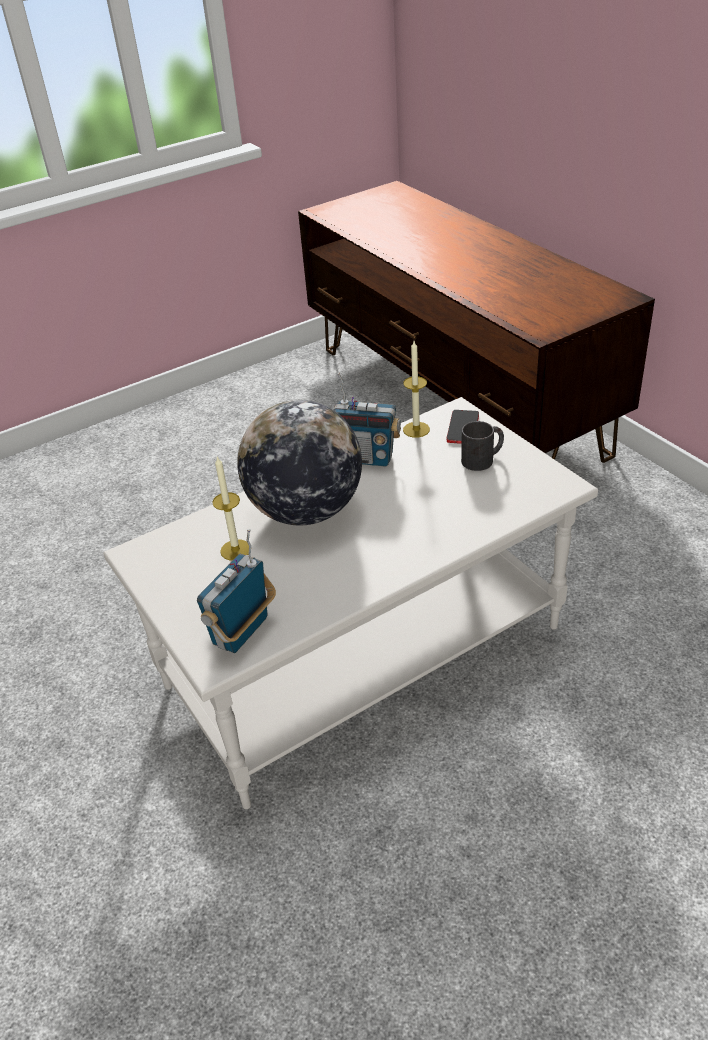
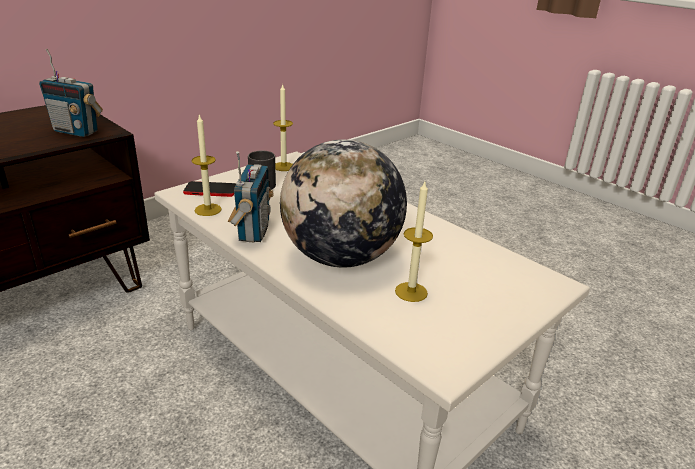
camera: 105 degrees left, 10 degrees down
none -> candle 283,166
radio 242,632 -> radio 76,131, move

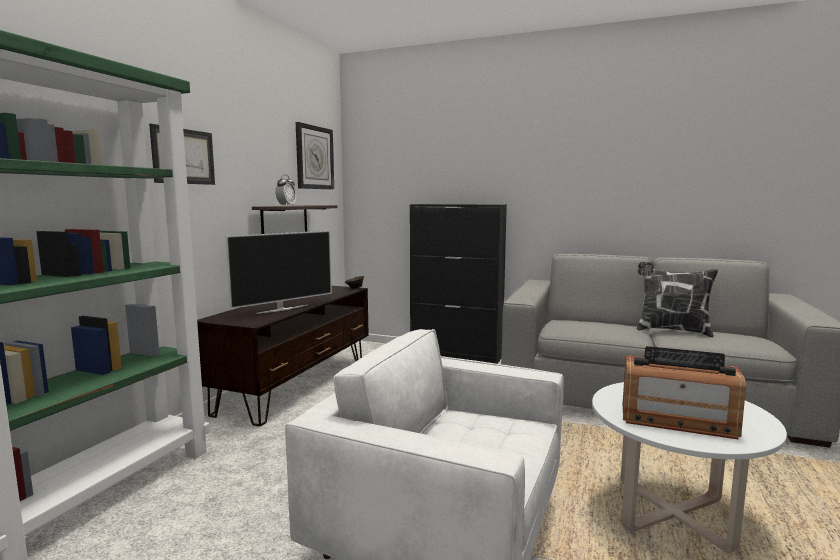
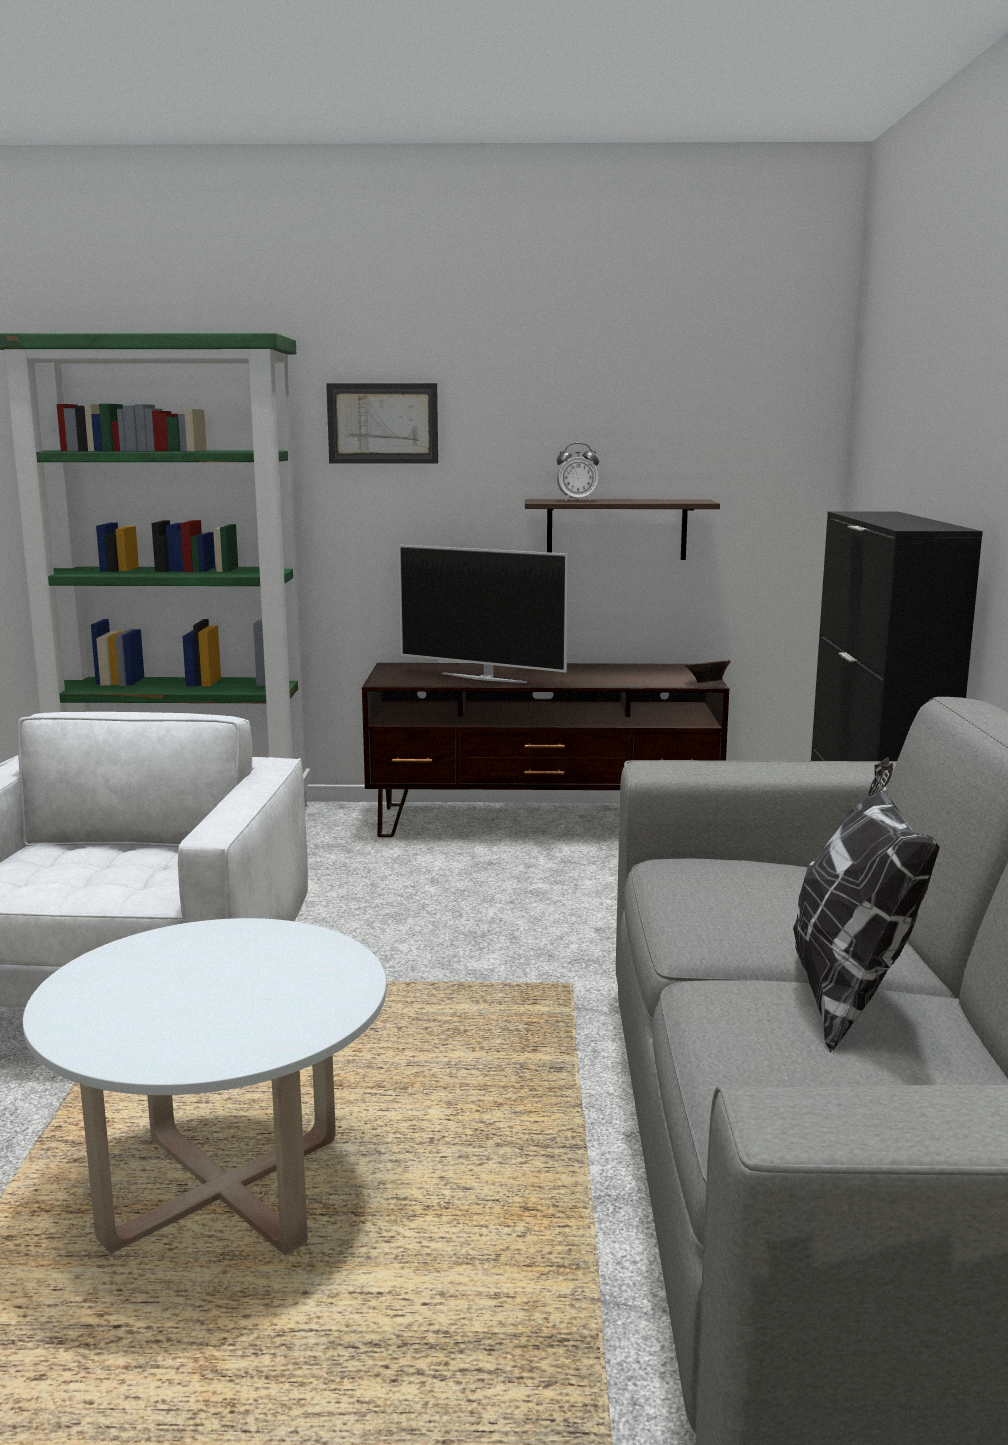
camera: 70 degrees right, 5 degrees up
wall clock 314,157 -> none
radio 677,420 -> none

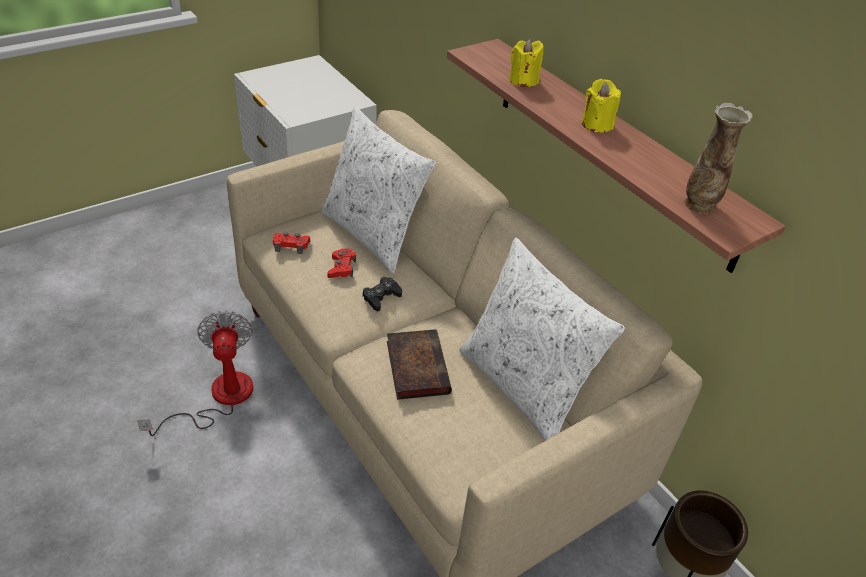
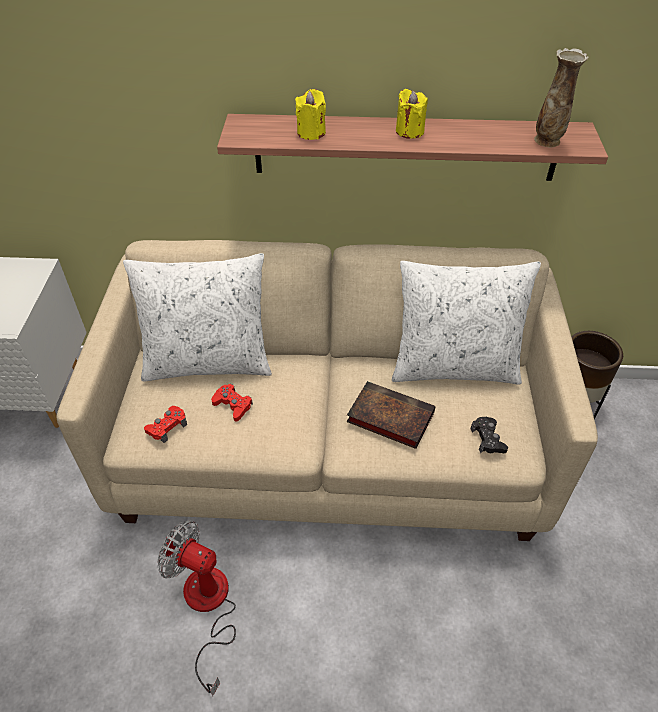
camera: 50 degrees left, 5 degrees up
black game controller 381,297 -> black game controller 488,439, move

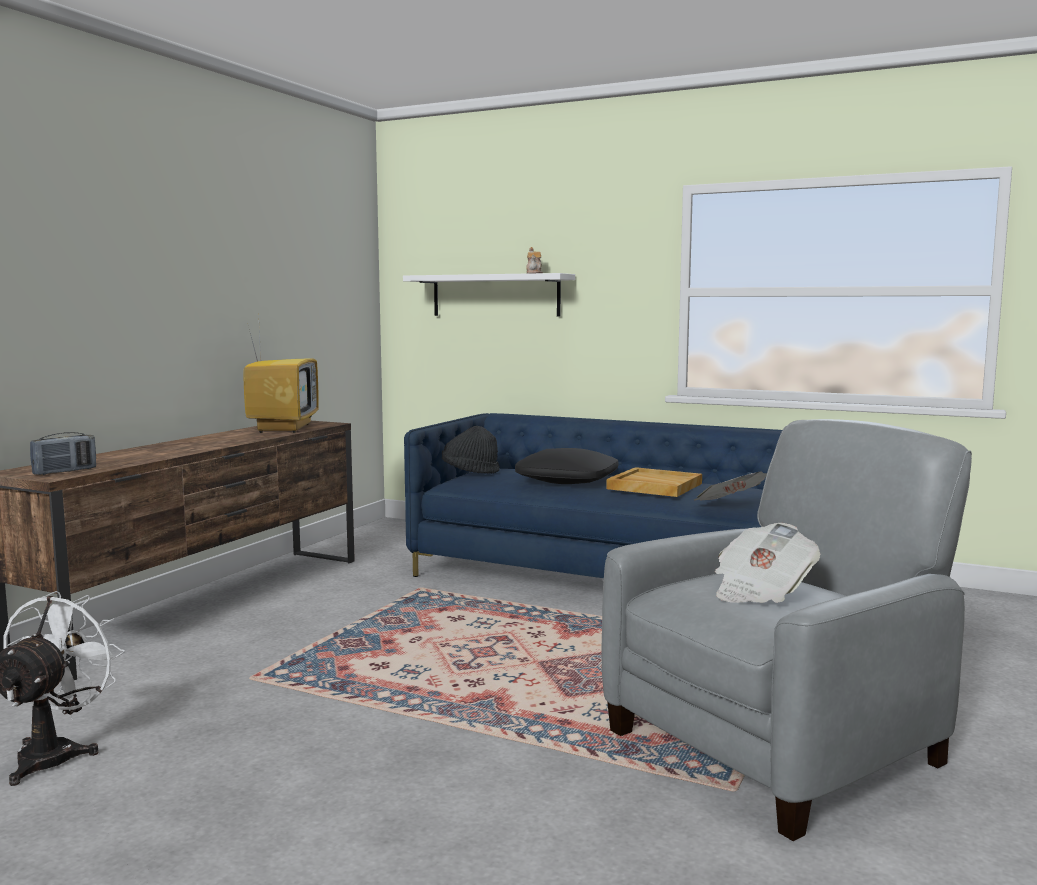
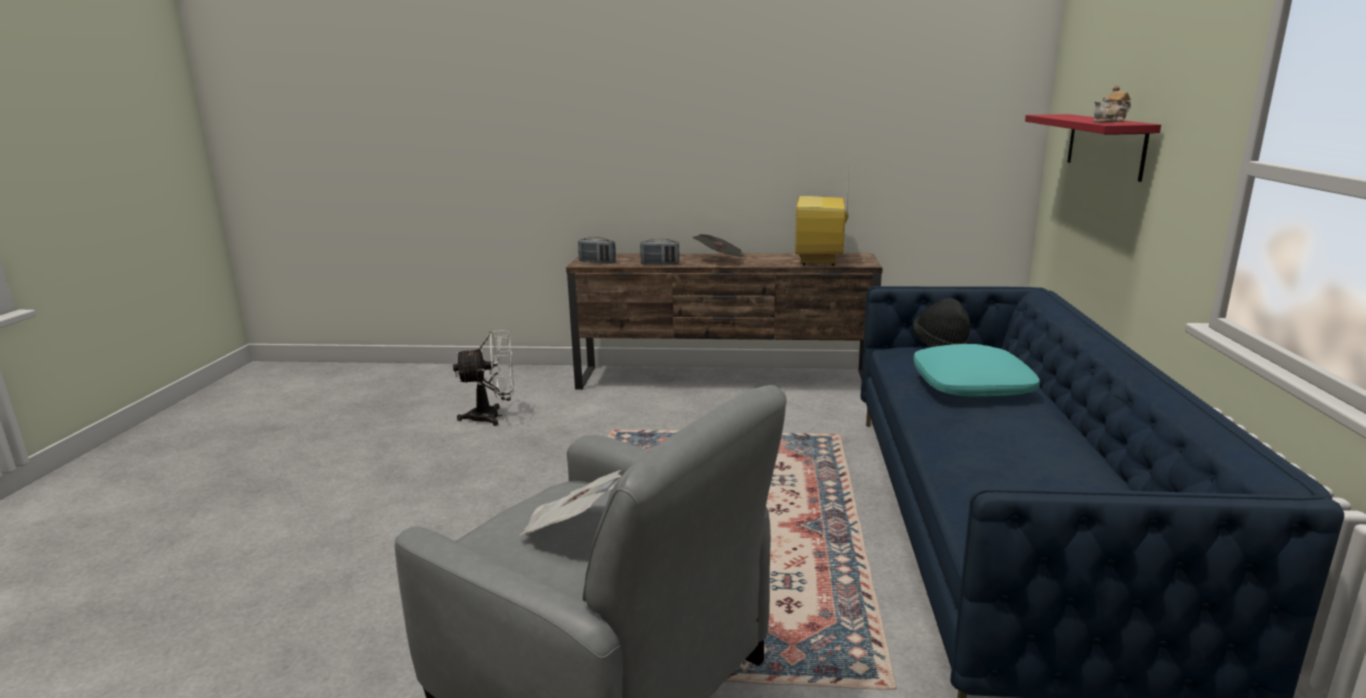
camera: 70 degrees right, 10 degrees up
beige tray 653,486 -> none
none -> radio 660,264
newspaper 729,506 -> newspaper 721,260, move
white shelf 495,295 -> red shelf 1105,145
black pillow 567,479 -> turquoise pillow 972,386
television 283,428 -> television 820,260, 120 degrees clockwise

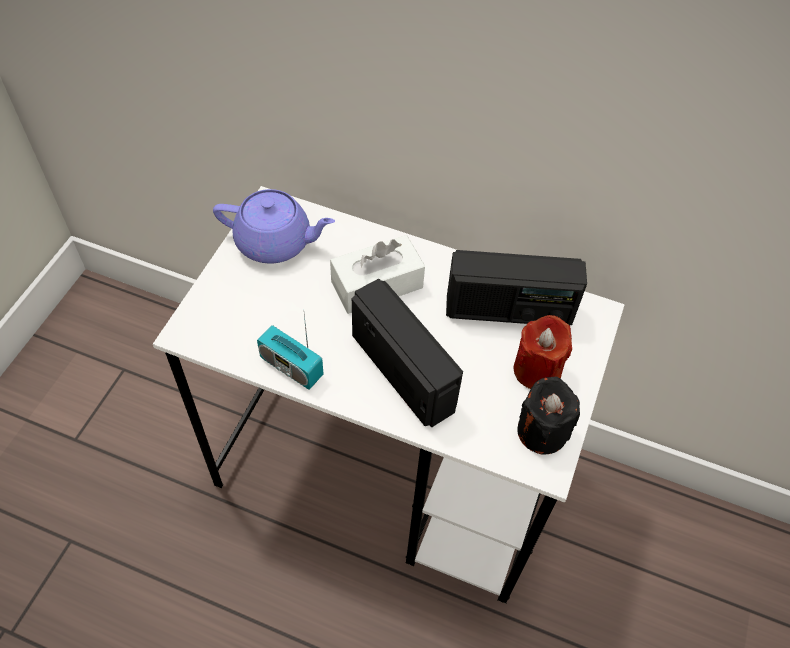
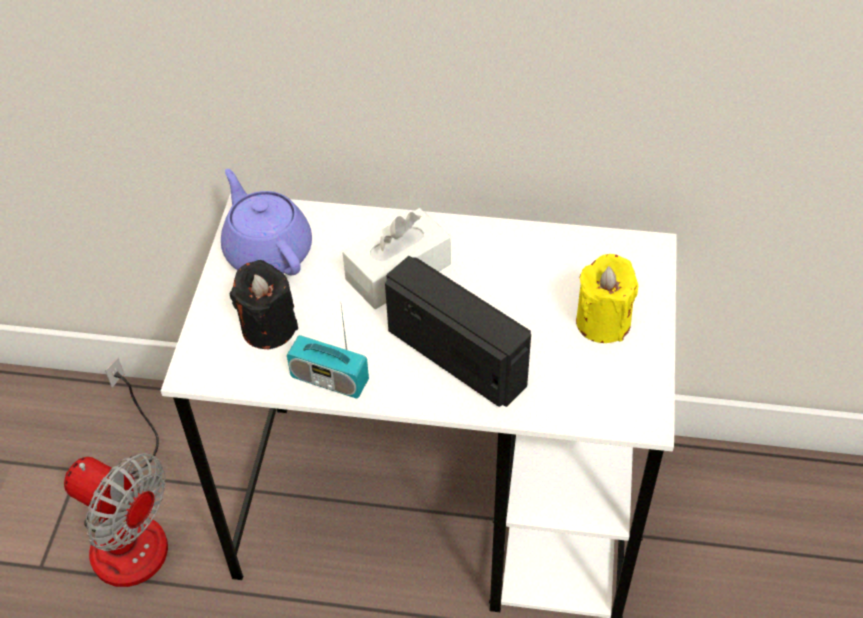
camera: 10 degrees left, 5 degrees down
radio 508,310 -> none
none -> fan 130,524
black candle 542,431 -> black candle 268,328, move
red candle 537,370 -> yellow candle 603,322
purple teapot 275,242 -> purple teapot 267,251, 120 degrees counterclockwise

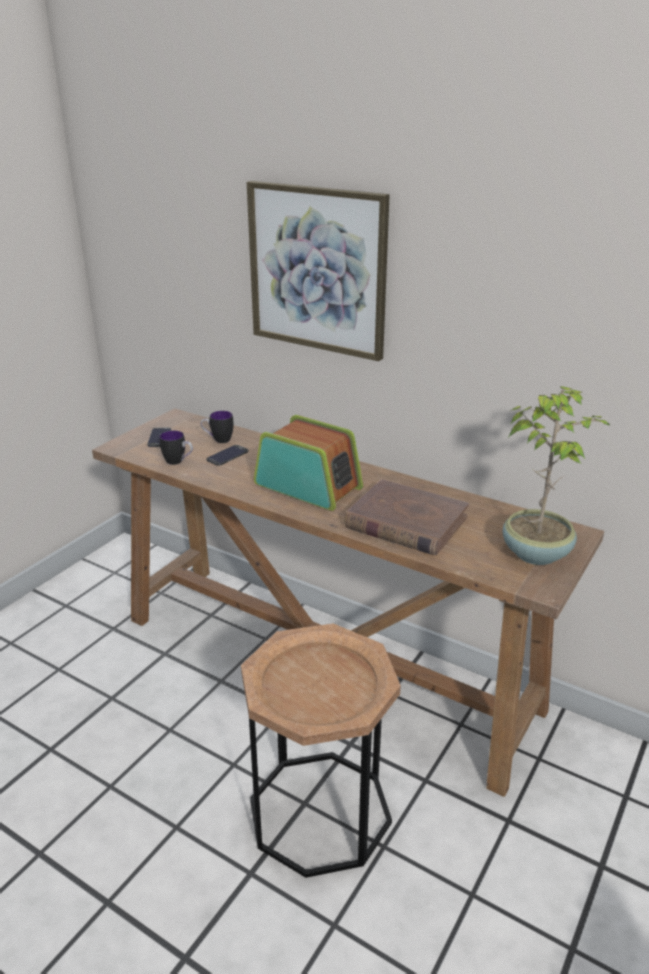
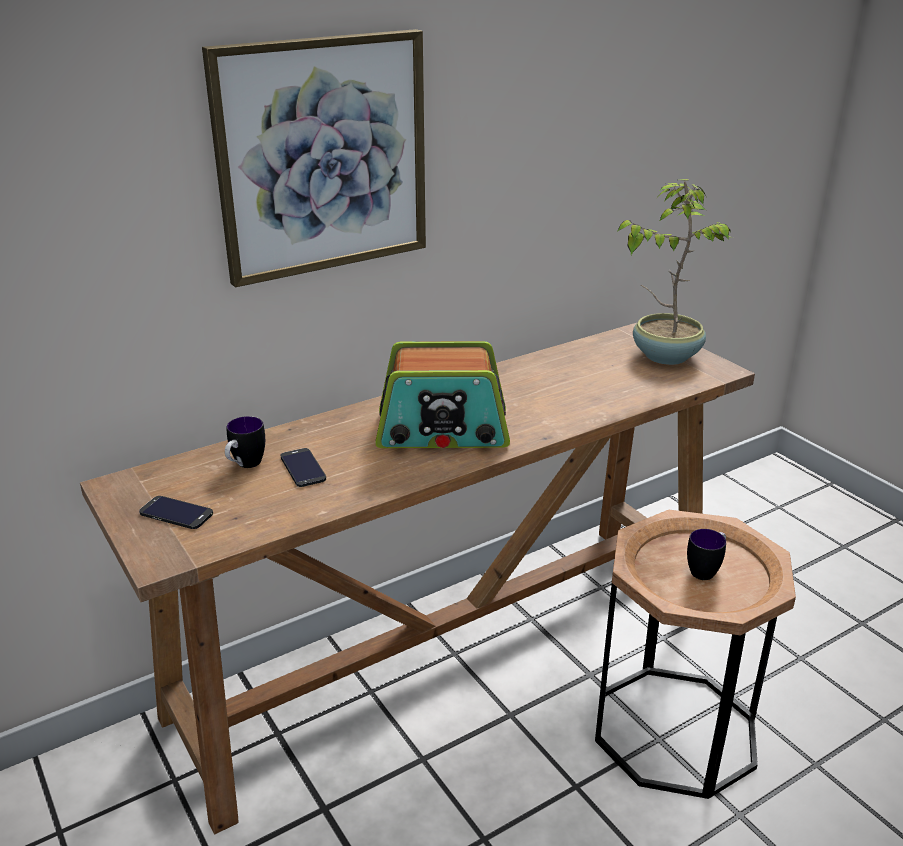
camera: 65 degrees left, 0 degrees up
brown book 405,522 -> none
mug 178,462 -> mug 706,570, move
radio 308,486 -> radio 442,431, 150 degrees counterclockwise

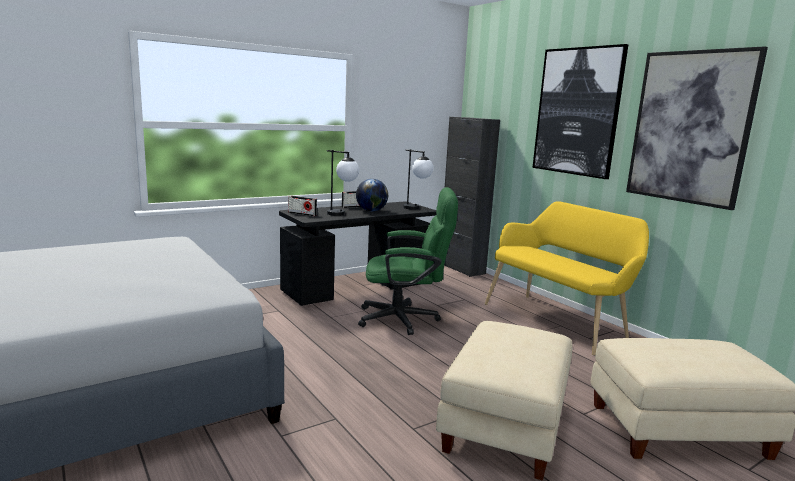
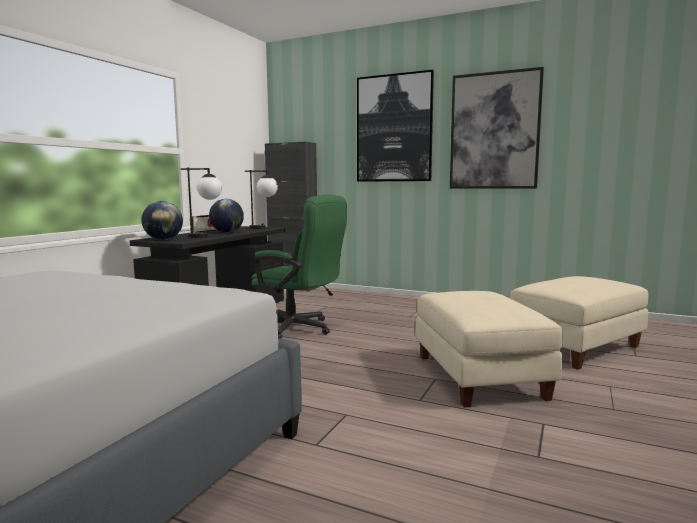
camera: 30 degrees left, 5 degrees down
yellow bench 558,320 -> none
radio 302,214 -> globe 163,240
green office chair 406,319 -> green office chair 298,329, 60 degrees clockwise

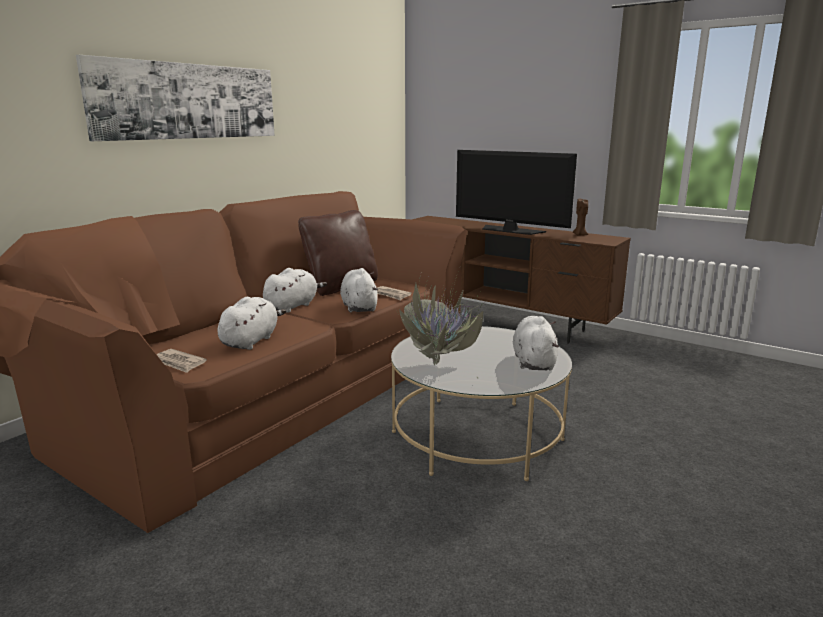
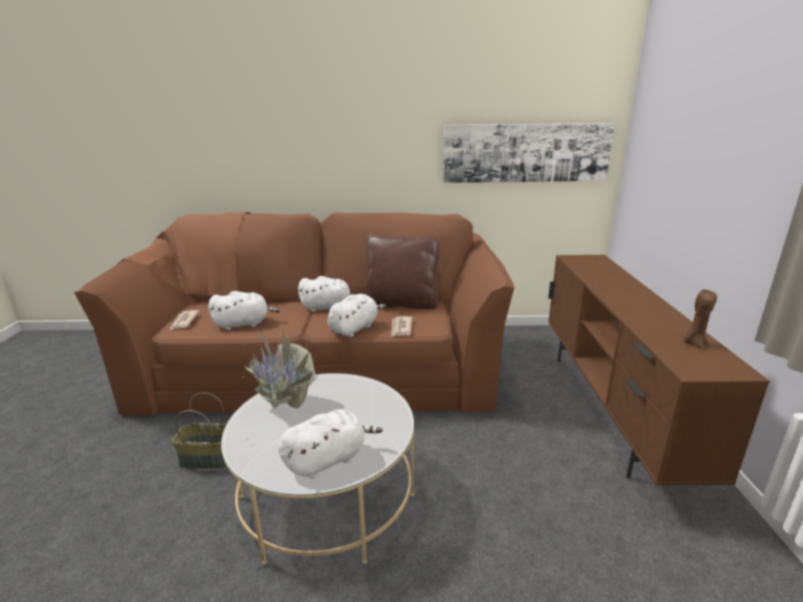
camera: 55 degrees right, 5 degrees up
television 510,230 -> none
none -> basket 206,459
picture 188,101 -> picture 525,153, move

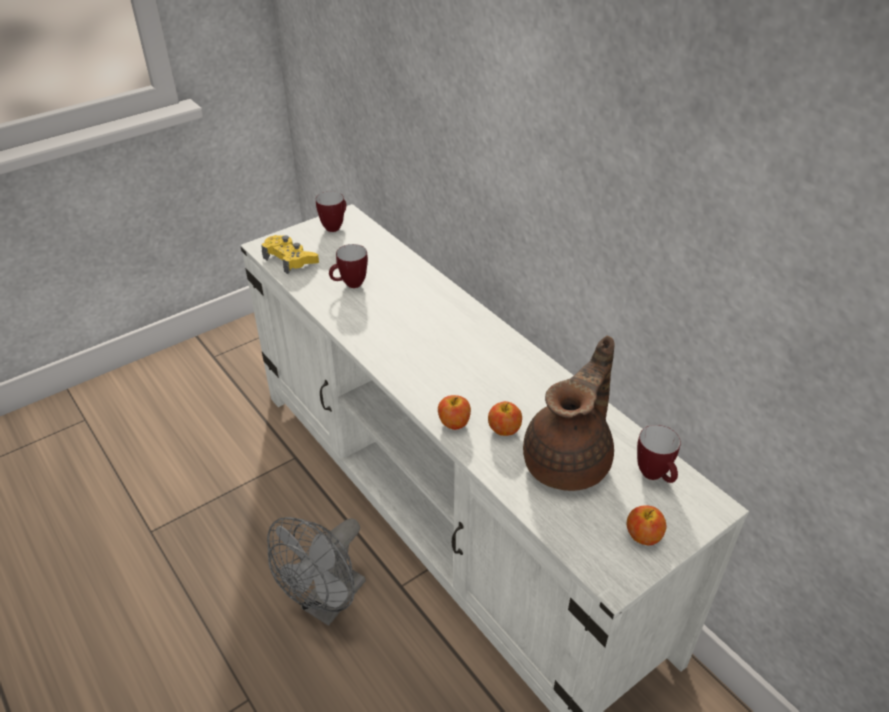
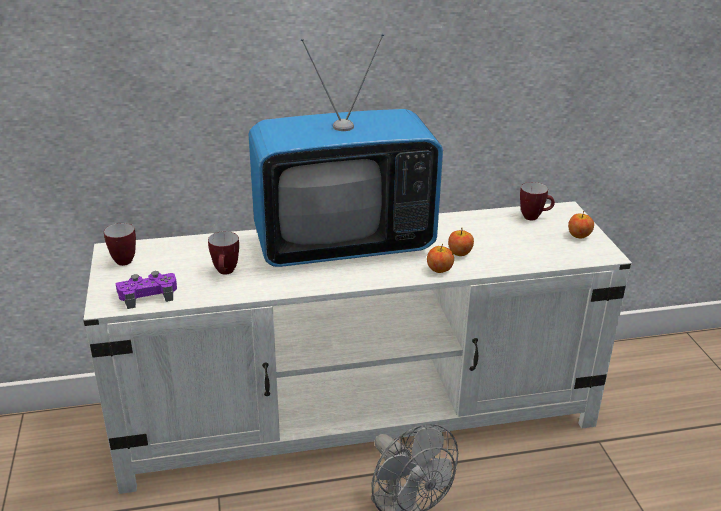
camera: 65 degrees left, 10 degrees down
brown teapot 569,461 -> none
none -> television 343,245
yellow game controller 290,259 -> purple game controller 148,295

